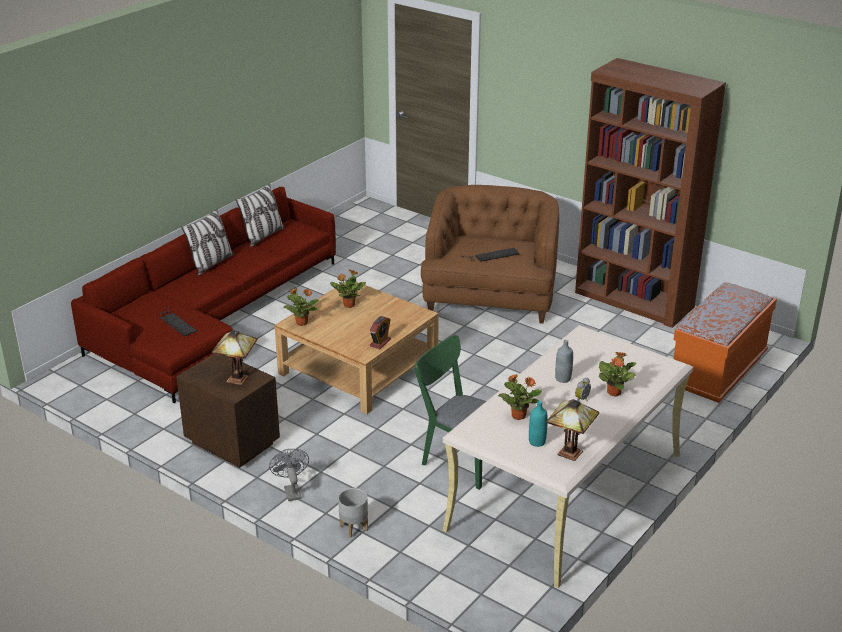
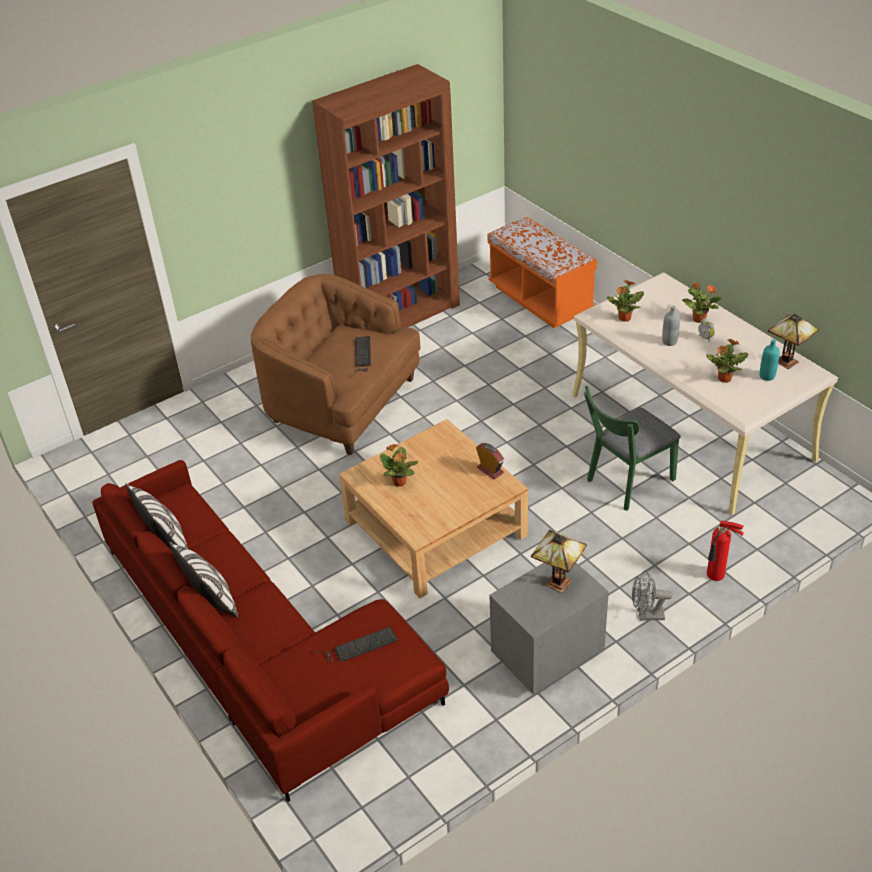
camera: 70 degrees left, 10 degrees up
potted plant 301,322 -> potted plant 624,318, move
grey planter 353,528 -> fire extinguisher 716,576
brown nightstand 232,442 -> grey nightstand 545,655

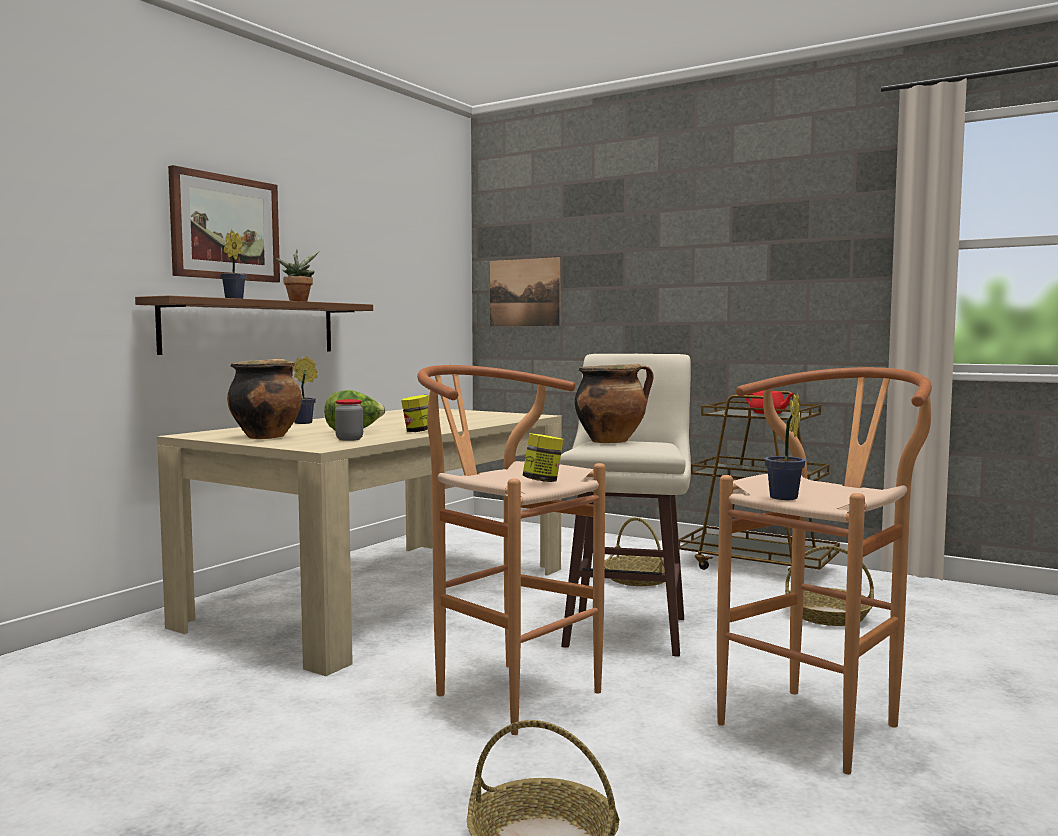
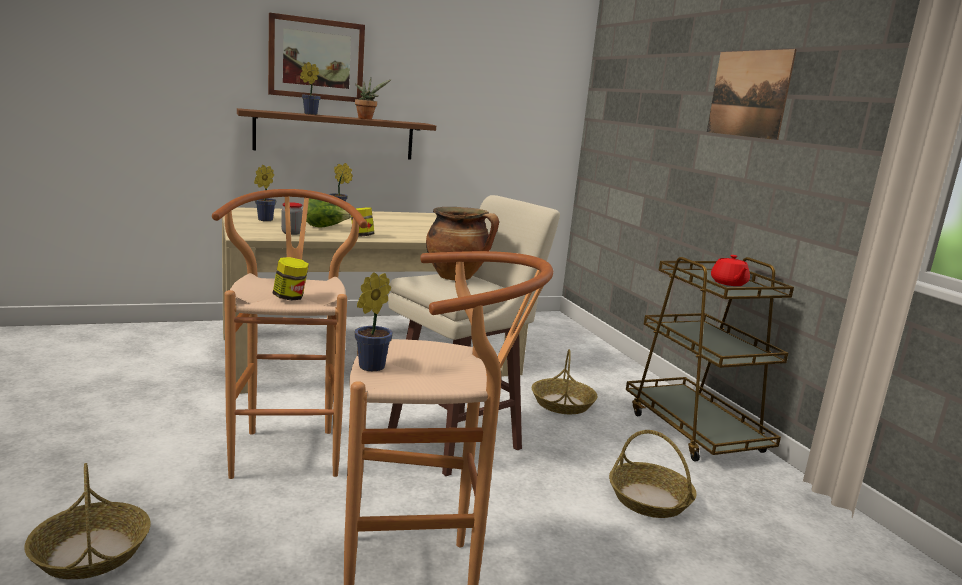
camera: 35 degrees right, 10 degrees up
picture 524,292 -> picture 748,94, move
cooking pot 266,436 -> potted plant 263,220

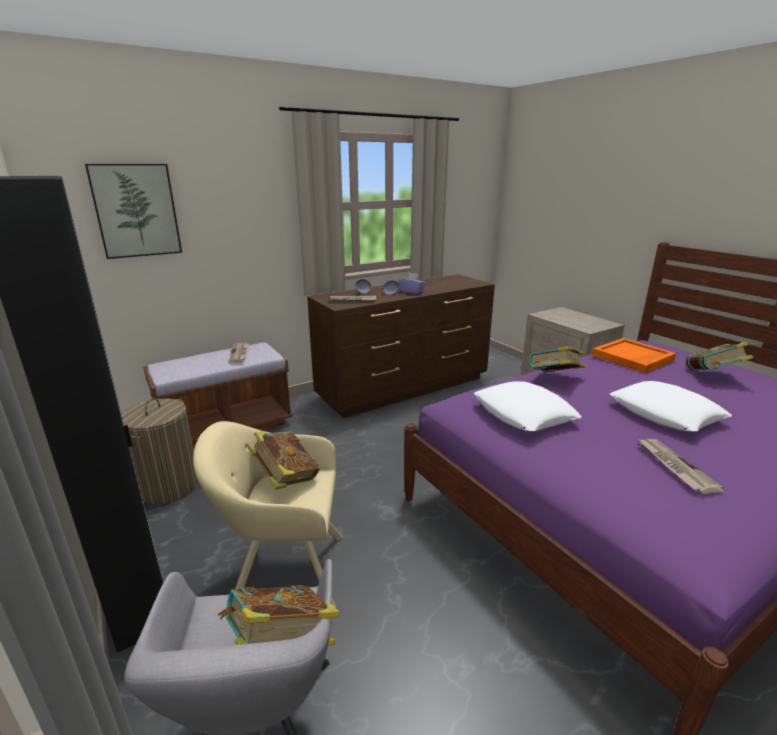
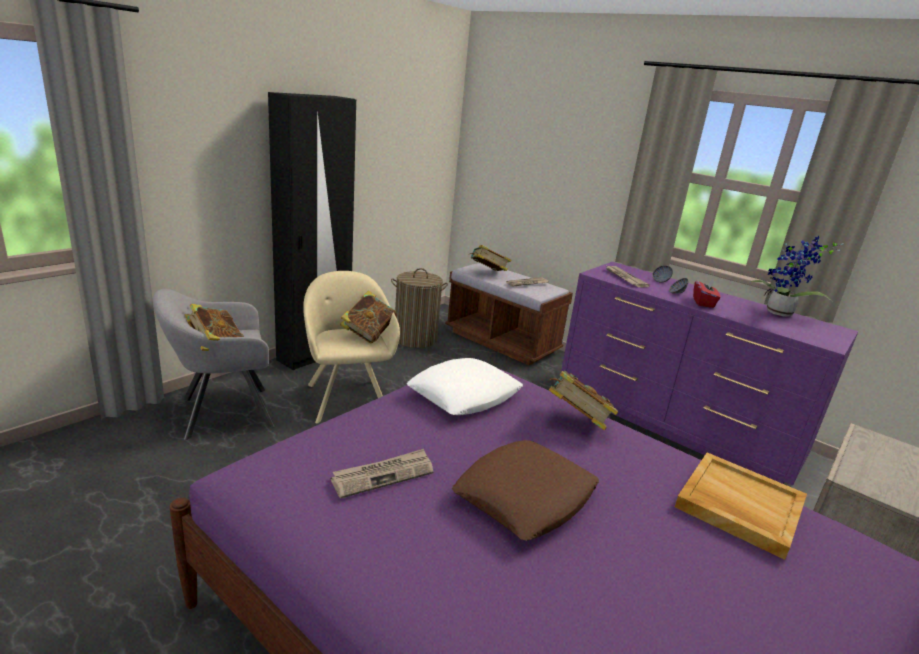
camera: 70 degrees right, 0 degrees up
picture 136,211 -> none
none -> potted plant 780,314
book 712,376 -> book 487,273, move
brown dresser 405,388 -> purple dresser 674,425
purple tissue box 411,291 -> red tissue box 703,303
orange tray 632,358 -> beige tray 738,506
white pillow 665,413 -> brown pillow 525,497

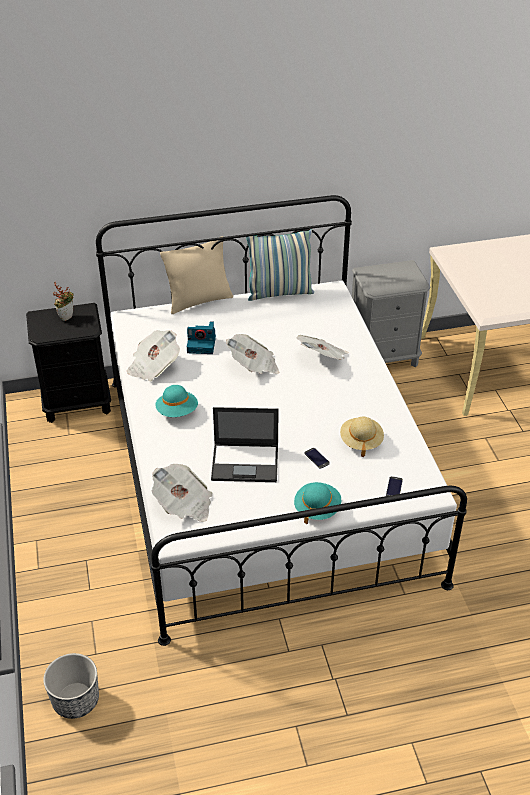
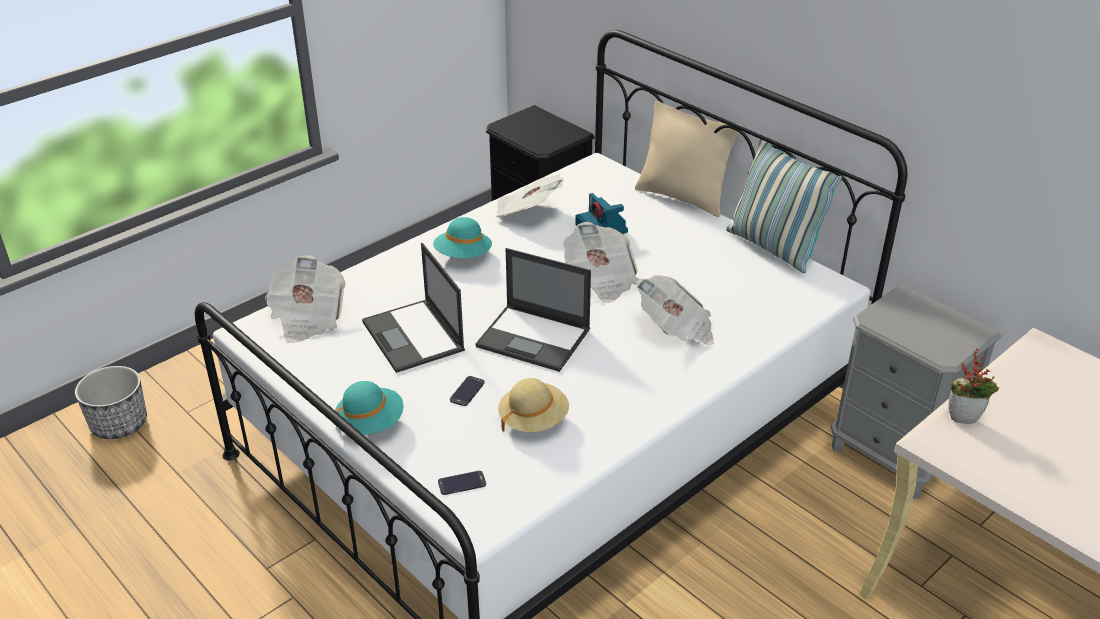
camera: 60 degrees right, 5 degrees down
none -> laptop 535,338
potted plant 66,316 -> potted plant 964,417, move

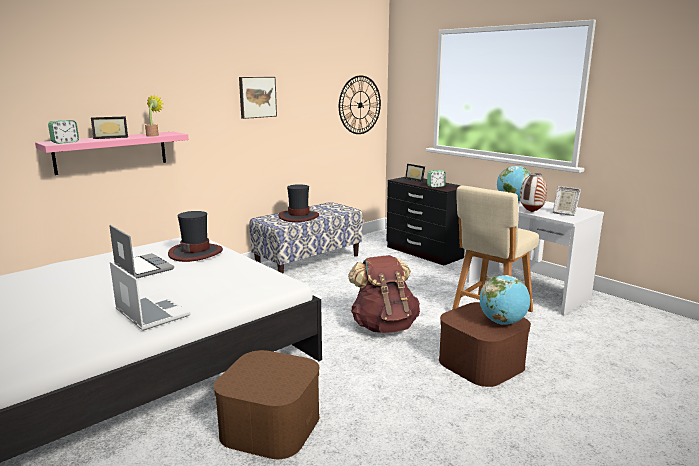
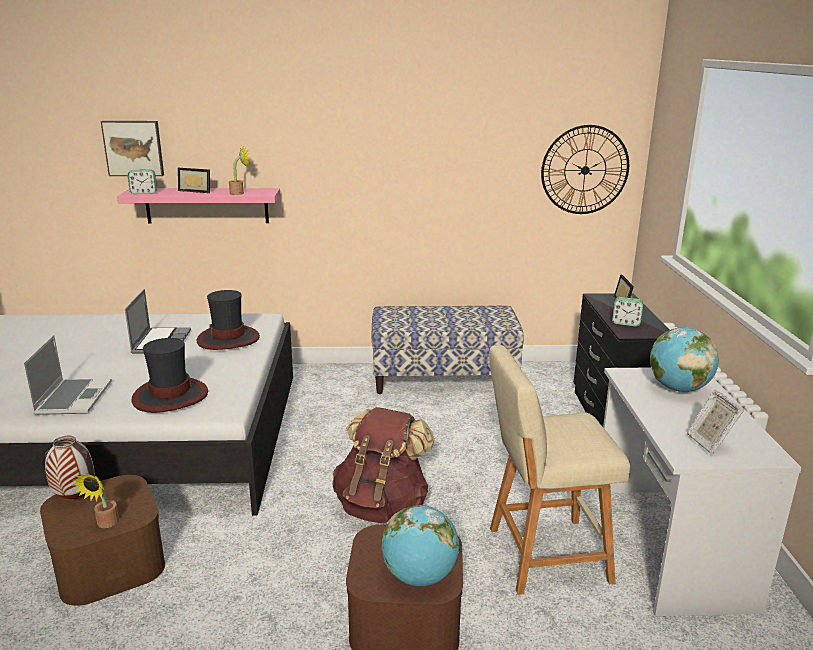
camera: 40 degrees right, 5 degrees up
none -> potted plant 105,524
picture 257,97 -> picture 134,148, move
hat 299,216 -> hat 170,396, move
vase 531,212 -> vase 74,498, move

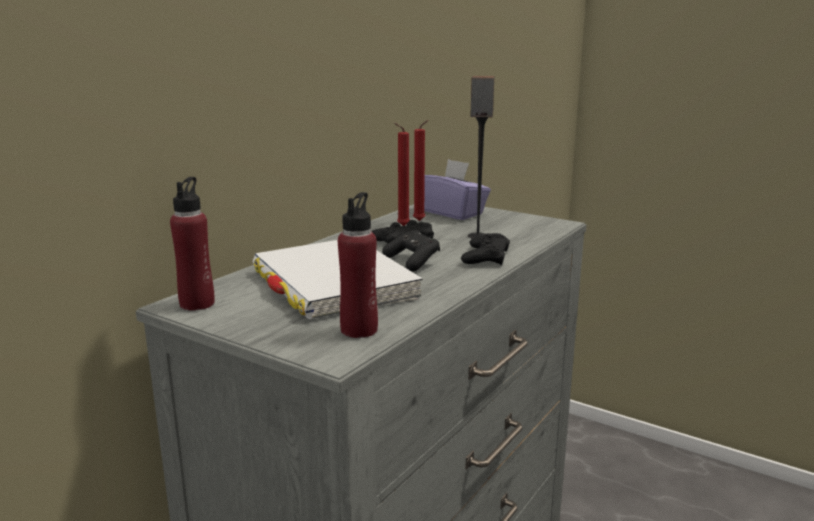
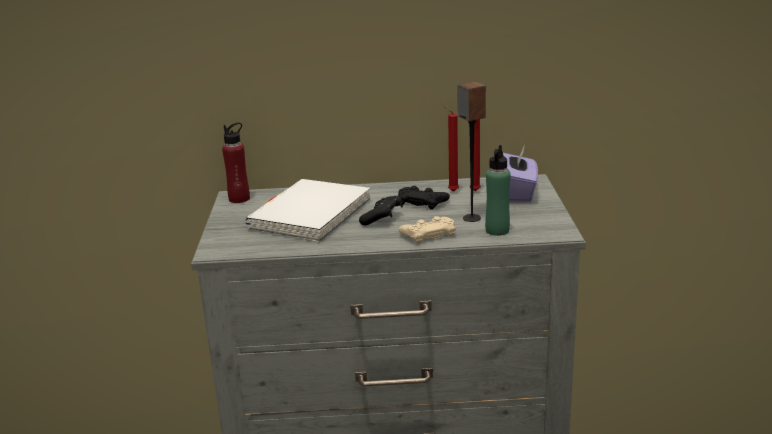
camera: 55 degrees right, 5 degrees up
red bottle 359,330 -> none
none -> green bottle 497,230
black game controller 485,256 -> beige game controller 428,234

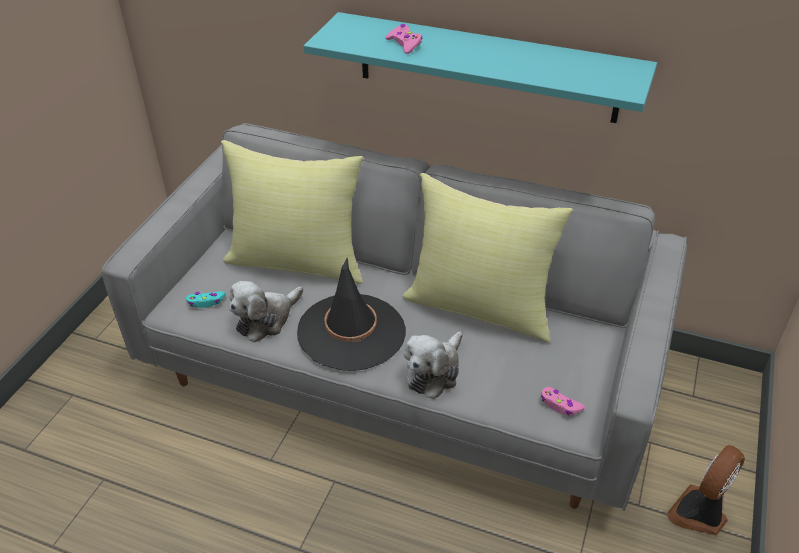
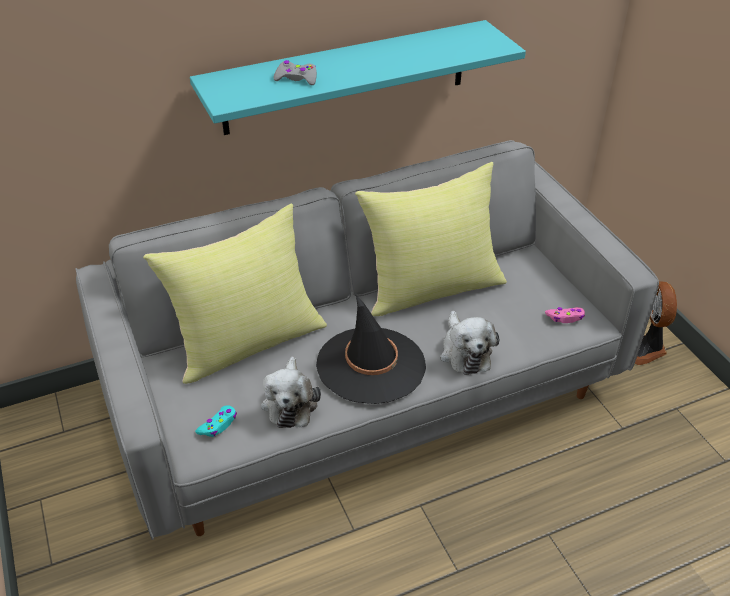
camera: 45 degrees left, 0 degrees up
pink game controller 404,44 -> grey game controller 296,78

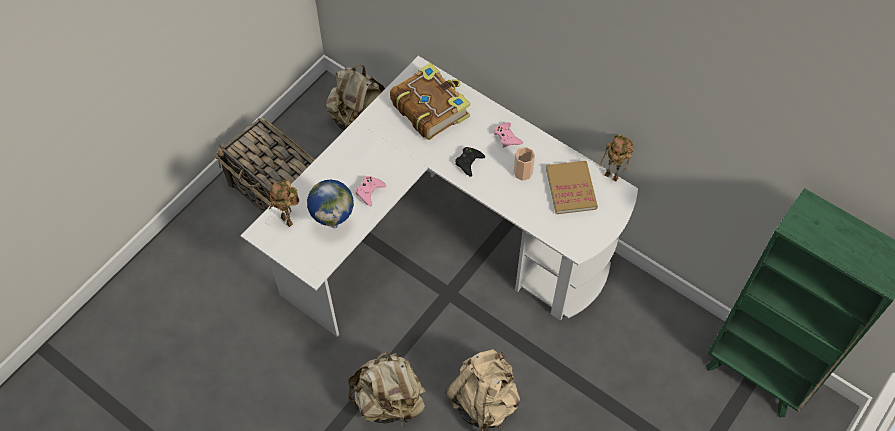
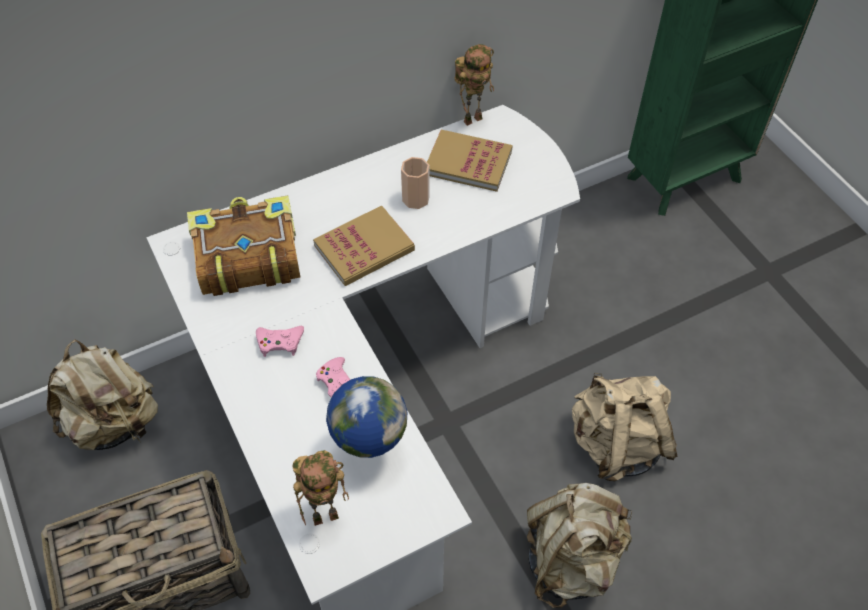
camera: 65 degrees left, 5 degrees down
pink game controller 507,137 -> pink game controller 280,342, move
black game controller 469,162 -> book 364,248

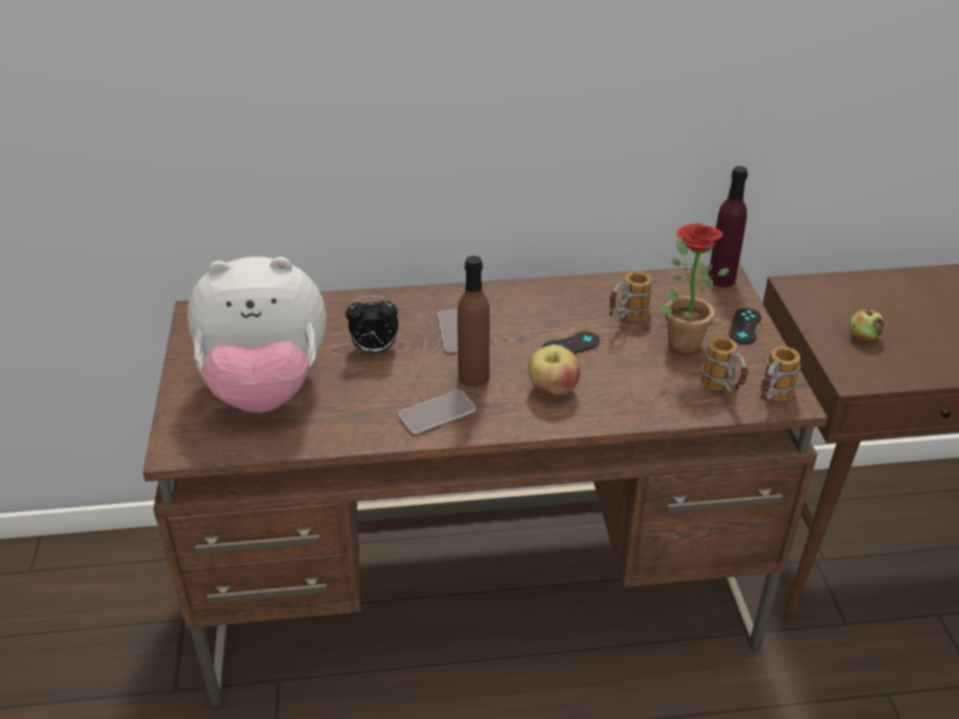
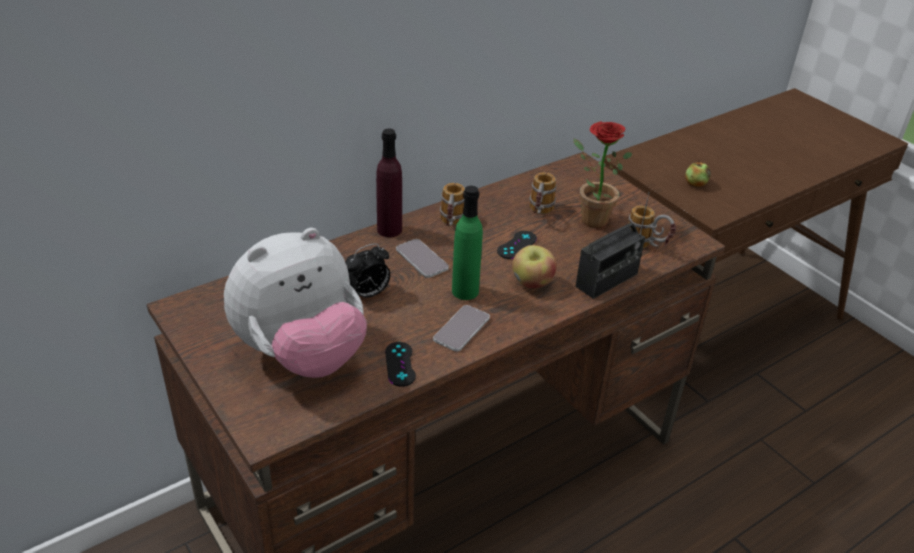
camera: 30 degrees left, 0 degrees up
none -> radio 607,280
purple bottle 721,279 -> purple bottle 389,229, move
black game controller 745,326 -> black game controller 400,364, move
mug 771,399 -> mug 451,225, move
brown bottle 473,376 -> green bottle 465,291

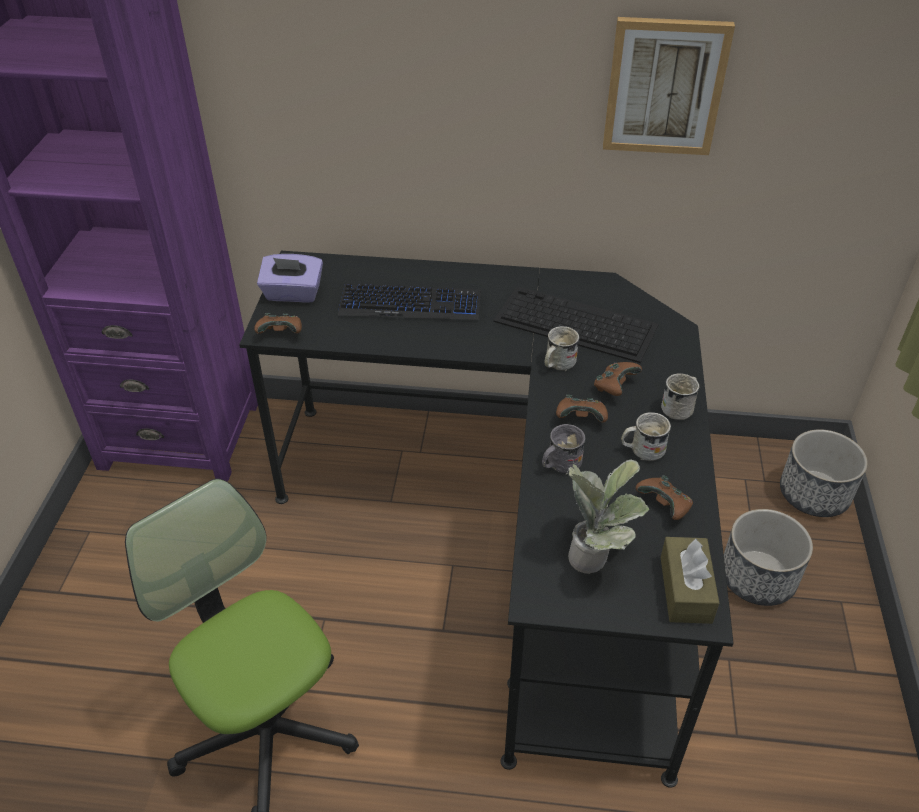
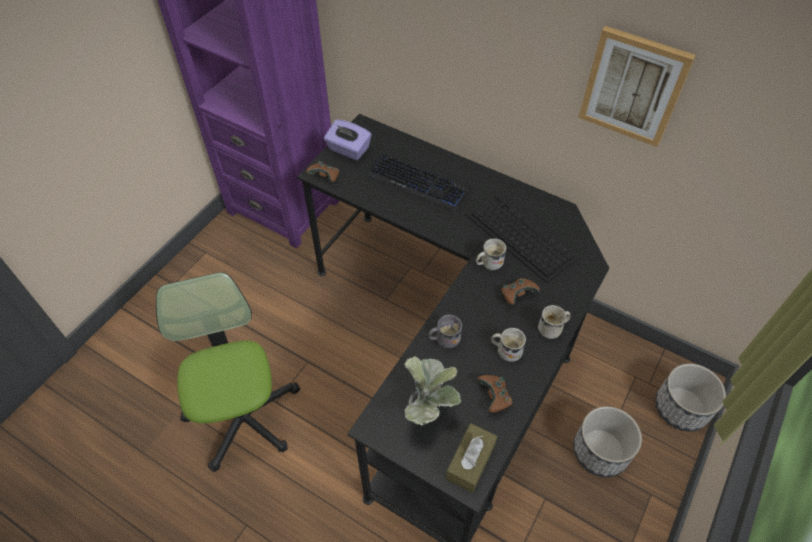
camera: 25 degrees right, 10 degrees up
brown game controller 581,419 -> none

